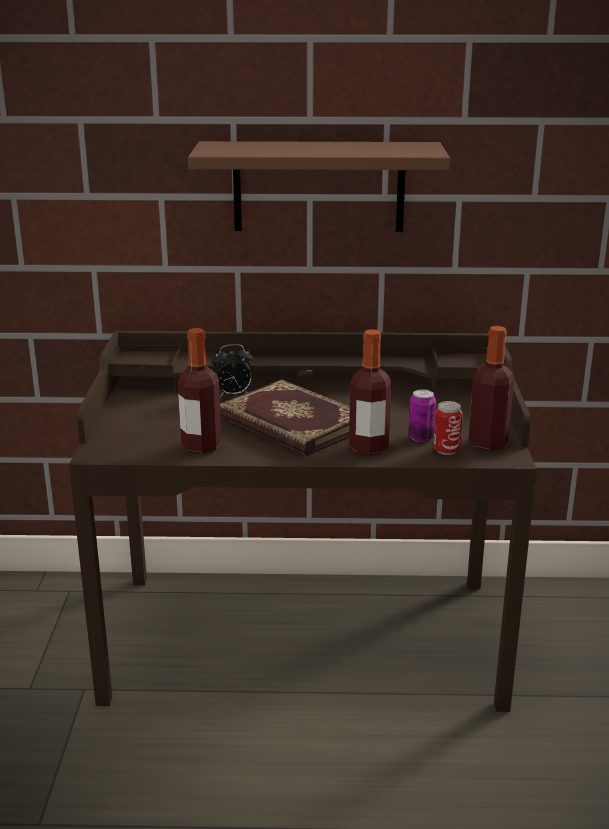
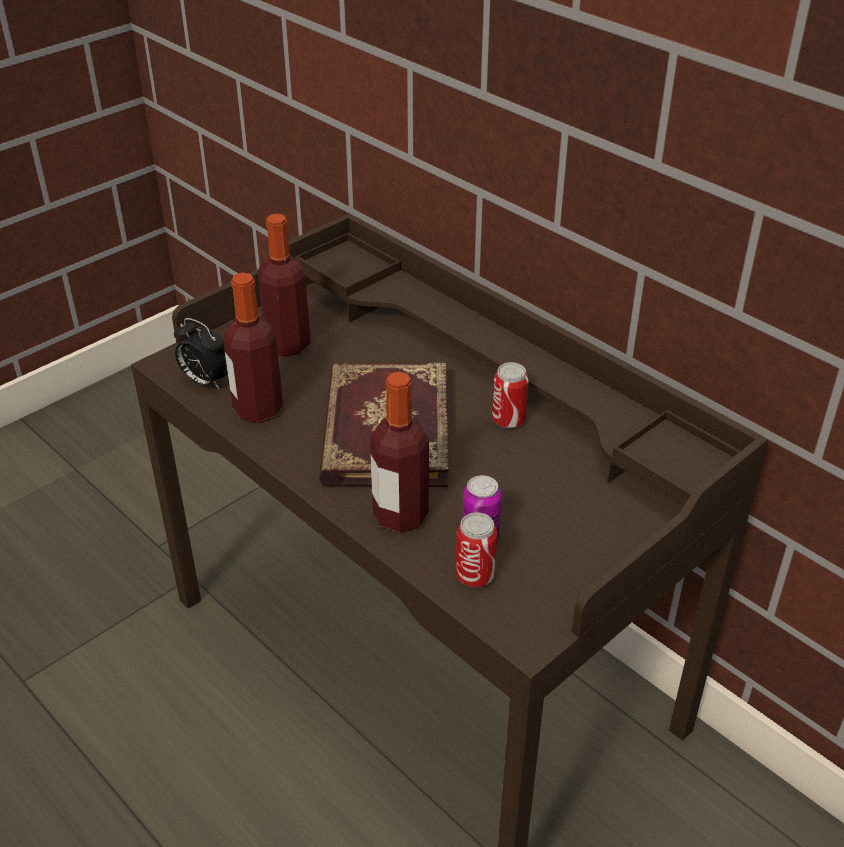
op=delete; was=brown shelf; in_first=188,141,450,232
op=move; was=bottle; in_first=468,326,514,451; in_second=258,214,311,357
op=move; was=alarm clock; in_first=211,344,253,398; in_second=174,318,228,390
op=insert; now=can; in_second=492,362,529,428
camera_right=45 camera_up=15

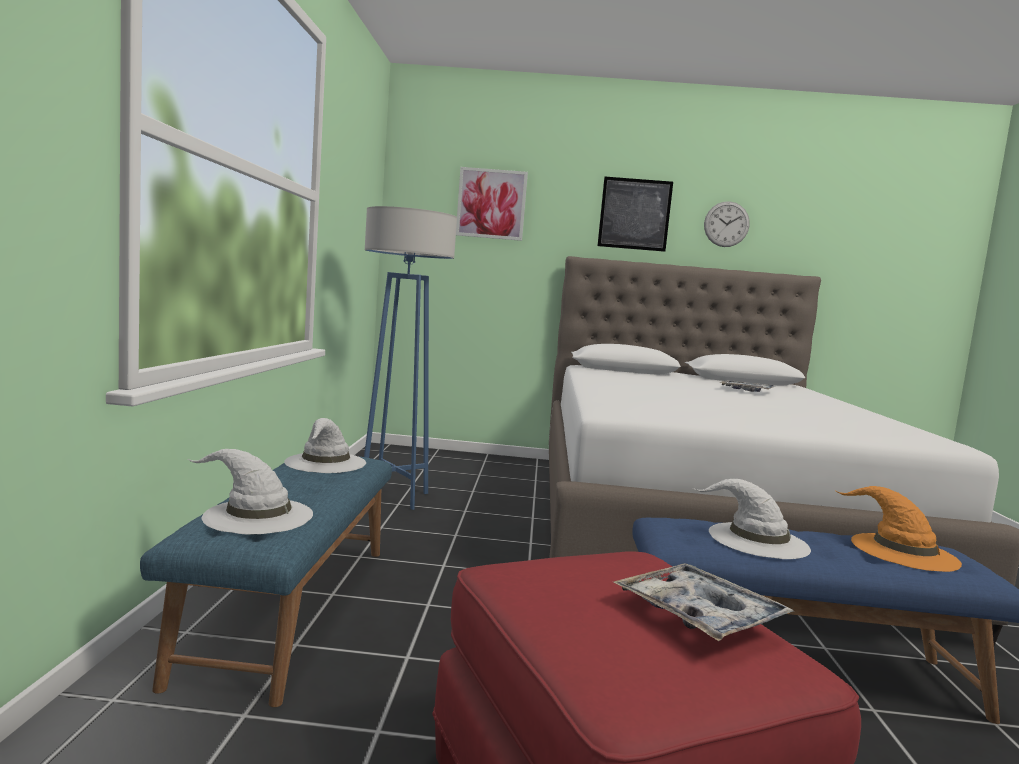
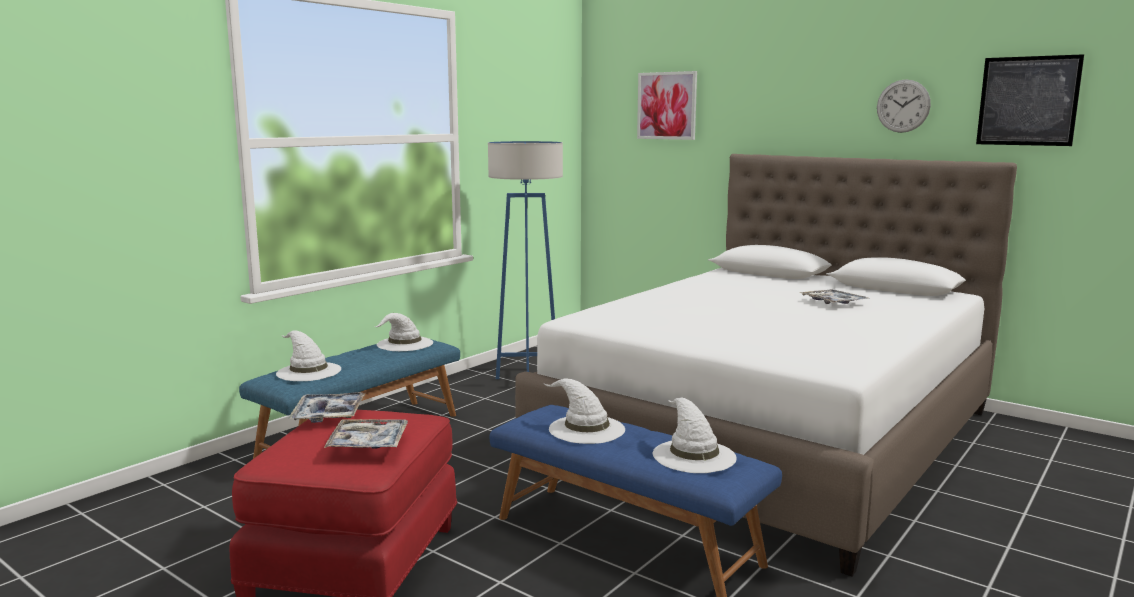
op=move; was=picture; in_first=598,177,673,252; in_second=976,54,1084,146
op=recolor; was=orange hat; now=white hat; in_first=836,486,962,572; in_second=653,397,737,473
op=insert; now=tray; in_second=289,392,365,423
camera_right=35 camera_up=5

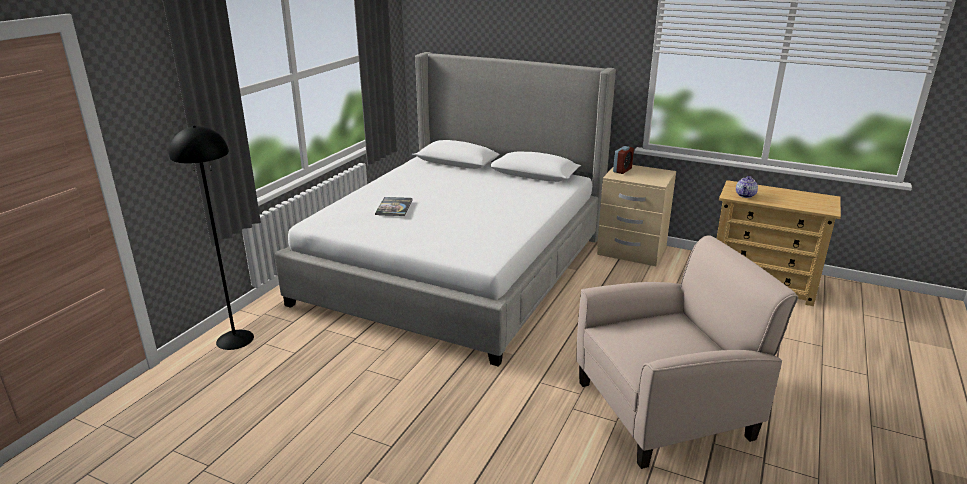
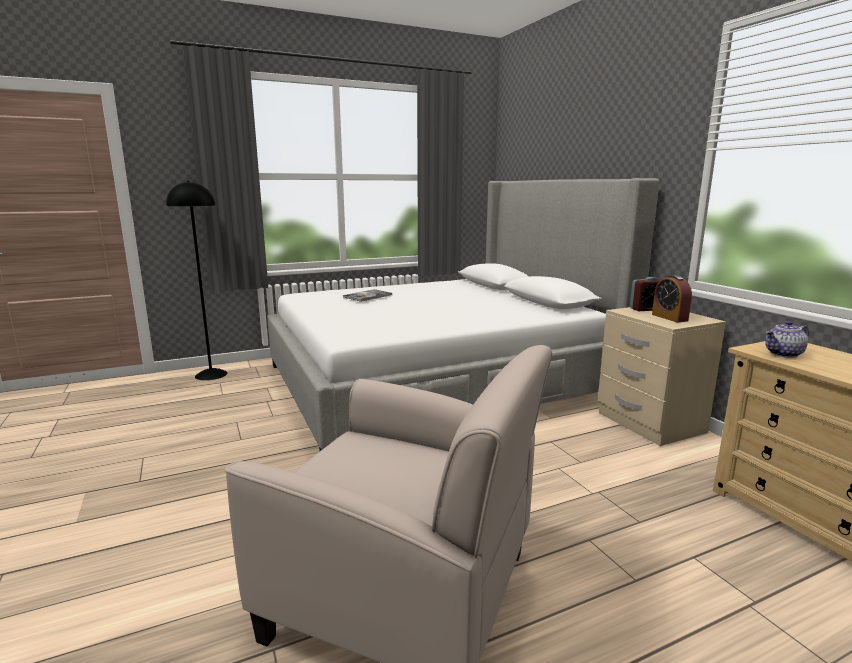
op=insert; now=alarm clock; in_second=652,275,692,322
camera_right=40 camera_up=-10

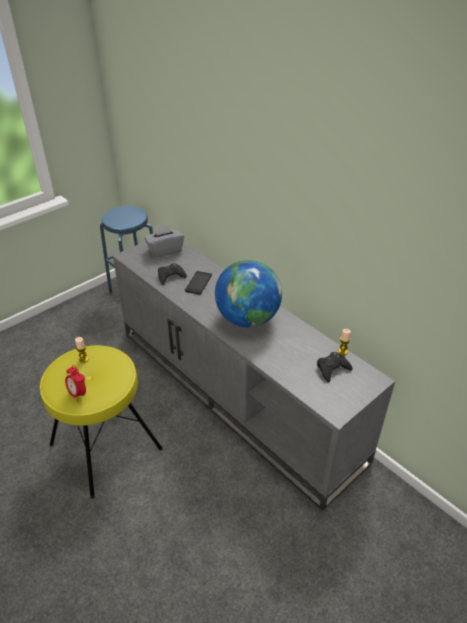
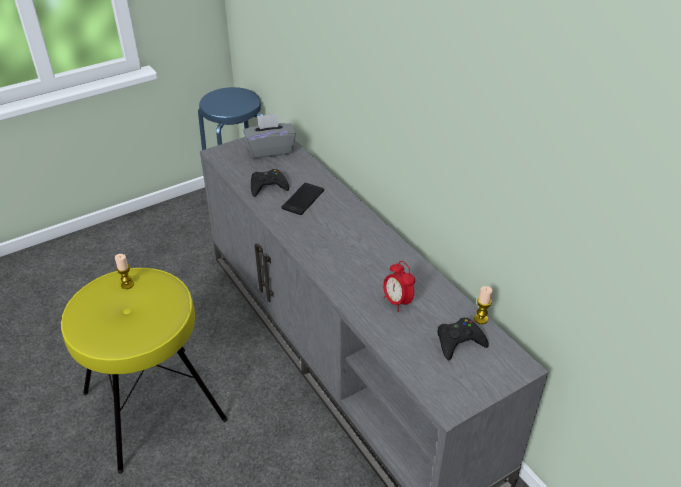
op=delete; was=globe; in_first=215,260,282,327
op=move; was=alarm clock; in_first=65,365,86,402; in_second=383,261,415,312
camera_right=10 camera_up=0

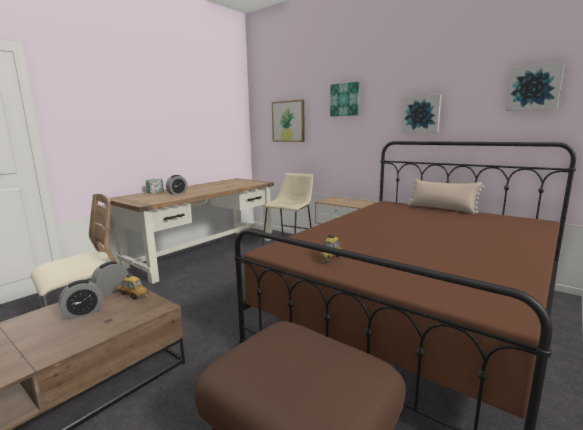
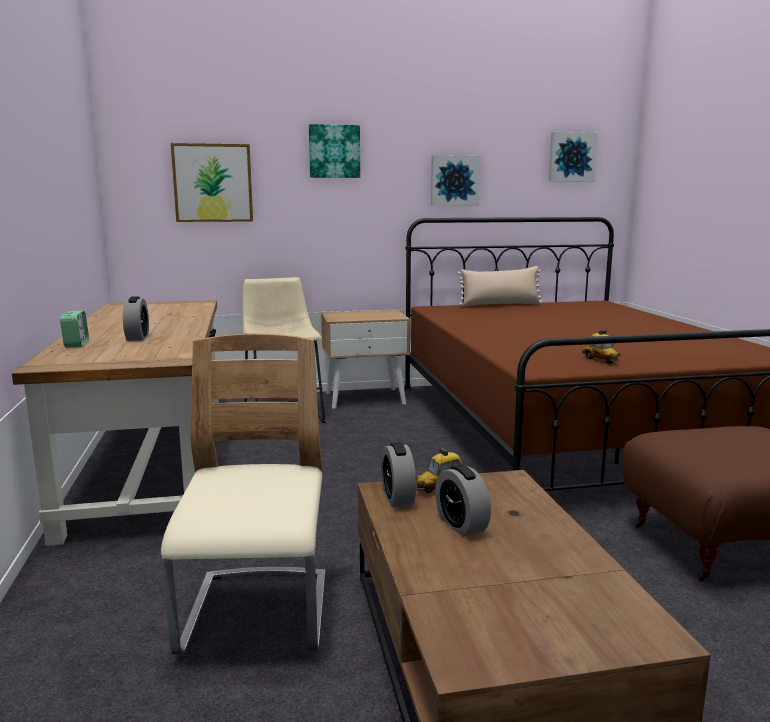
op=rotate; was=alarm clock; in_first=59,280,103,319; in_second=435,464,491,537; clockwise=150
camera_right=-50 camera_up=0

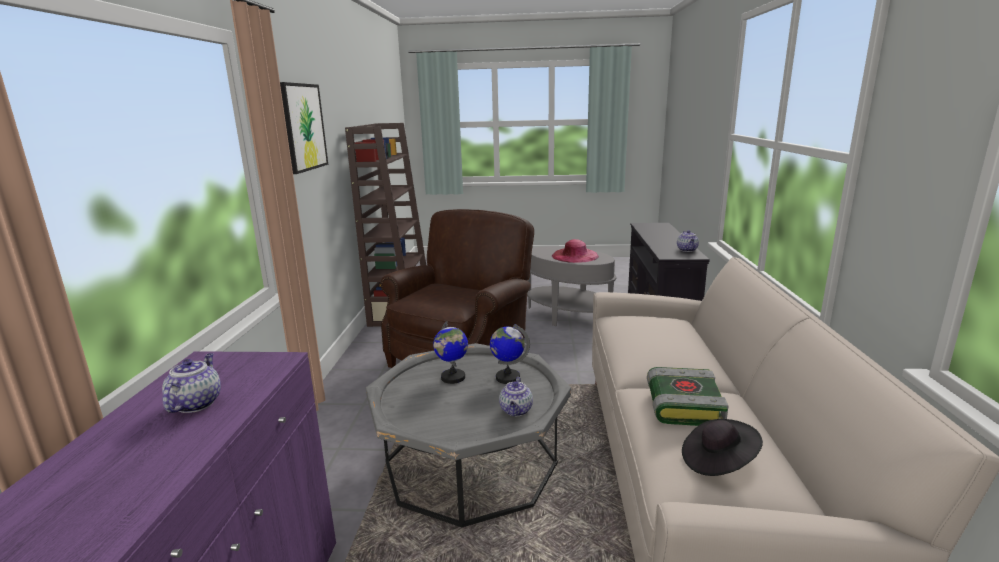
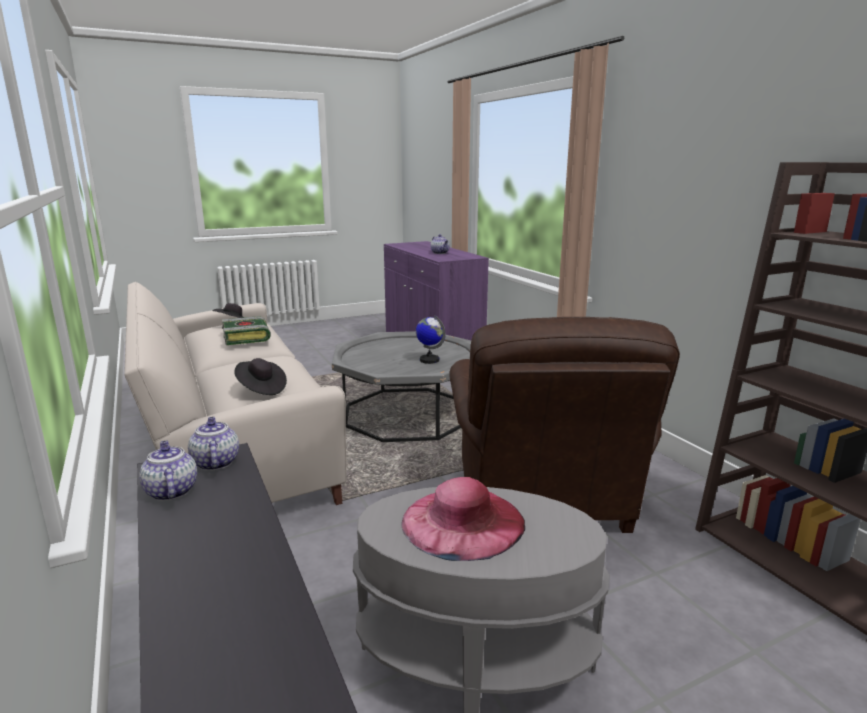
op=delete; was=picture; in_first=280,82,328,174
op=delete; was=globe; in_first=490,324,530,384
op=move; was=teapot; in_first=499,377,533,416; in_second=188,417,239,471
op=insert; now=black hat; in_second=234,358,287,395
camera_right=150 camera_up=0

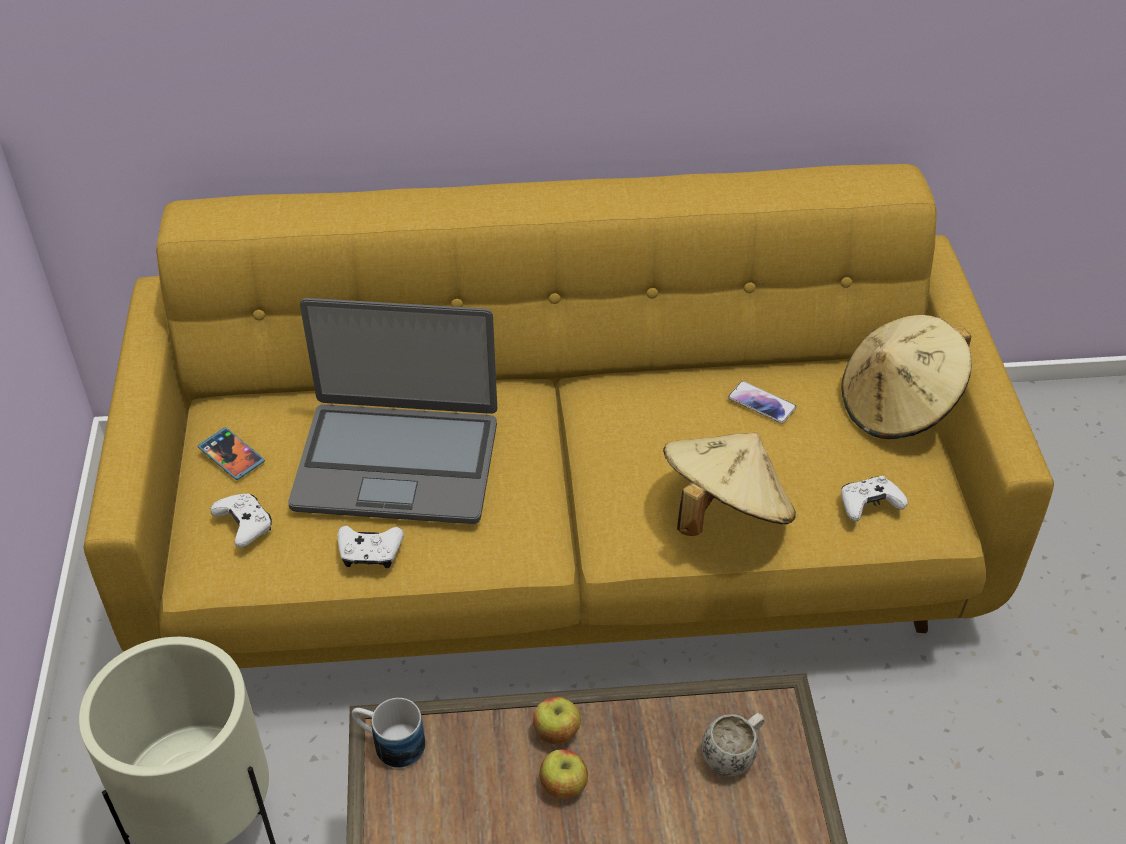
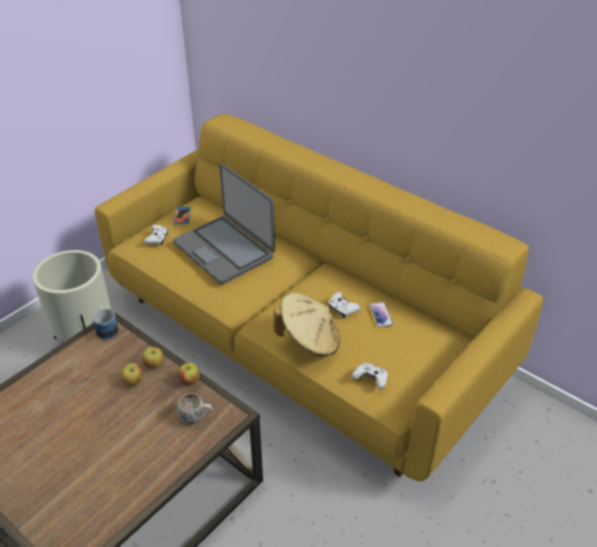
op=delete; was=beige hat; in_first=841,315,972,439
op=move; was=white game controller; in_first=338,525,404,568; in_second=328,292,360,318
op=insert; now=apple; in_second=178,363,200,385
camera_right=45 camera_up=-5

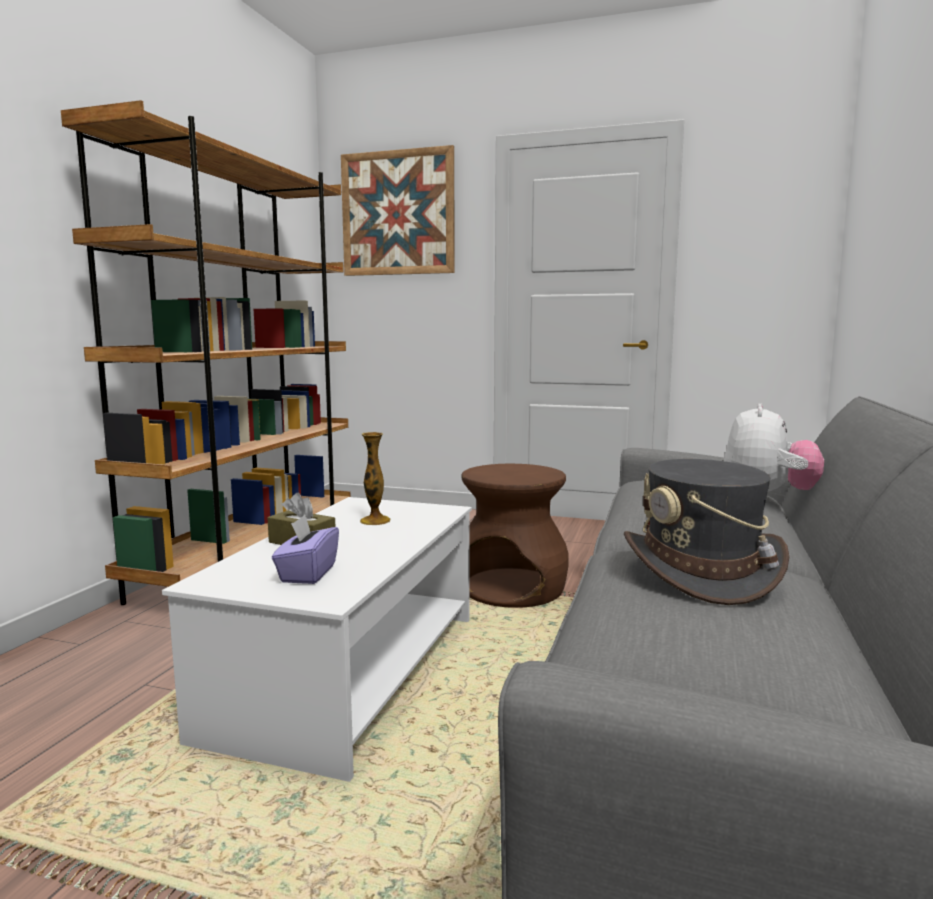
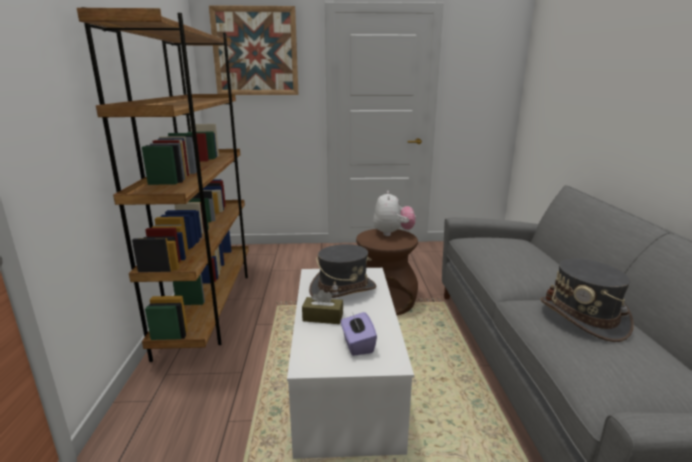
op=move; was=plush toy; in_first=724,403,824,492; in_second=373,191,415,236
op=replace; was=vase; now=grey hat; in_first=360,432,390,525; in_second=309,244,377,298
camera_right=-20 camera_up=10

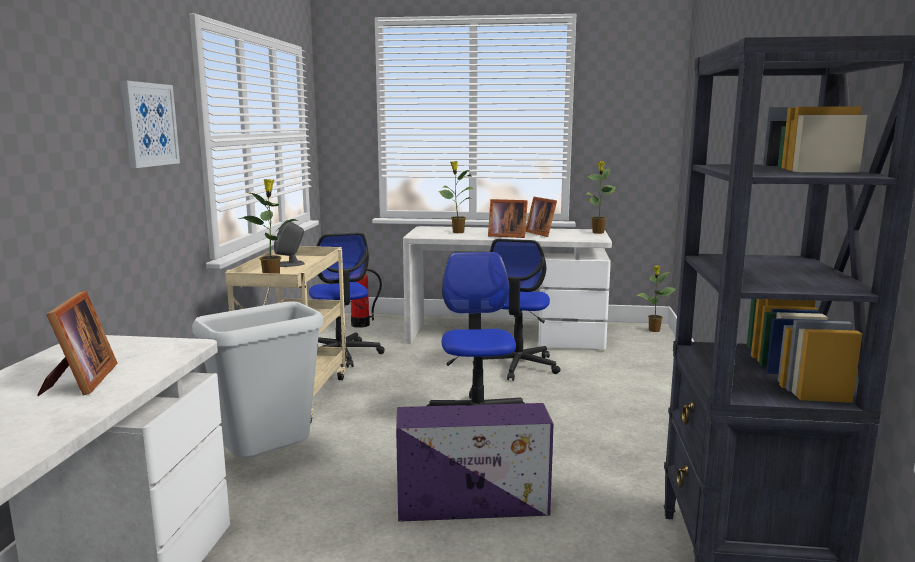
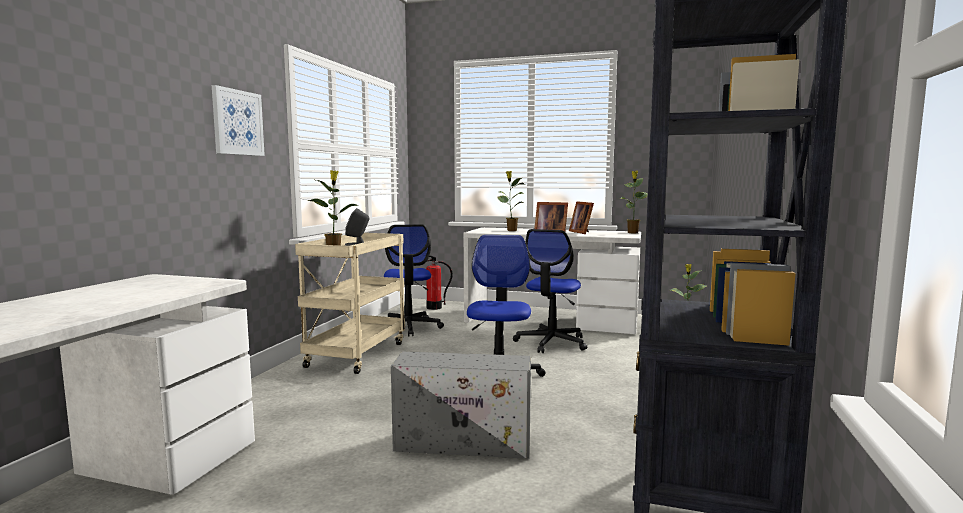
op=delete; was=picture frame; in_first=37,290,118,396
op=delete; was=grey trash can; in_first=192,301,324,458
op=recolor; was=purple storage box; now=grey storage box; in_first=396,403,553,522; in_second=391,352,531,459
camera_right=10 camera_up=-5

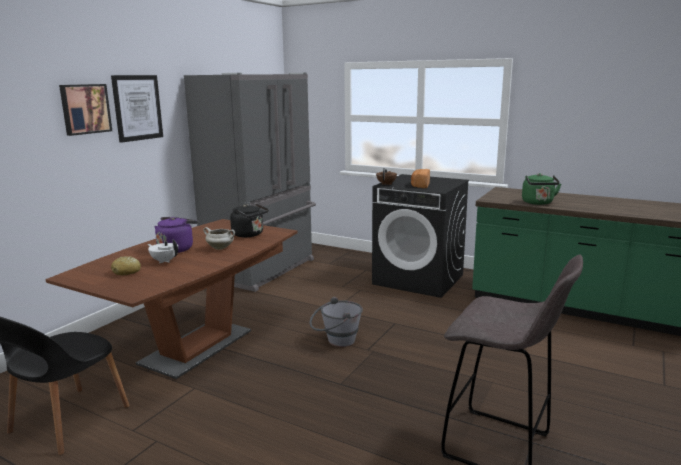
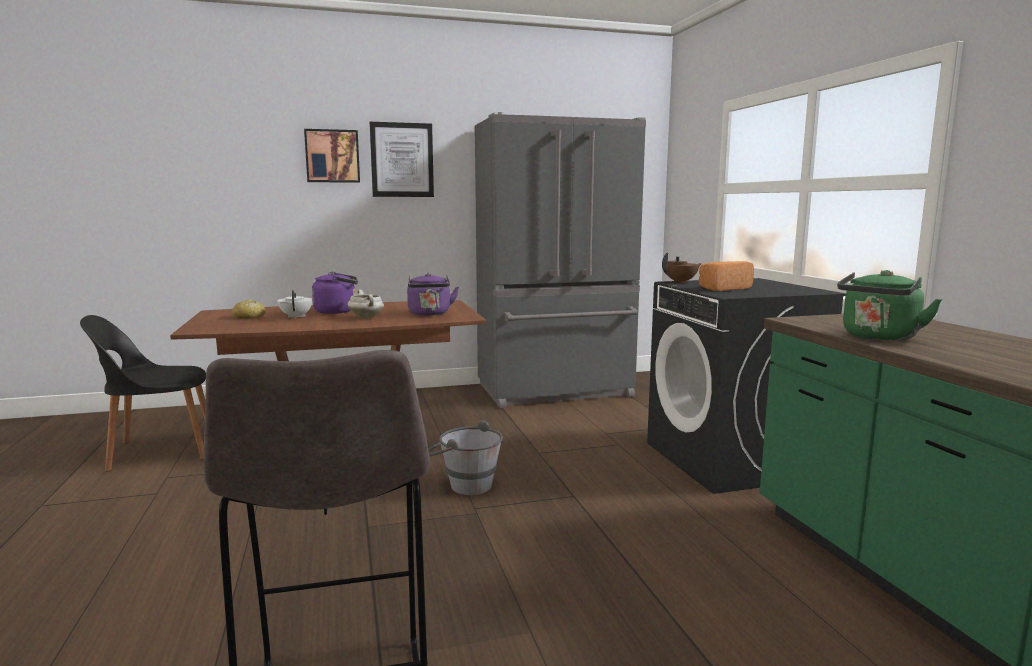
op=recolor; was=black kettle; now=purple kettle; in_first=230,204,269,237; in_second=407,273,459,316
camera_right=45 camera_up=-5

